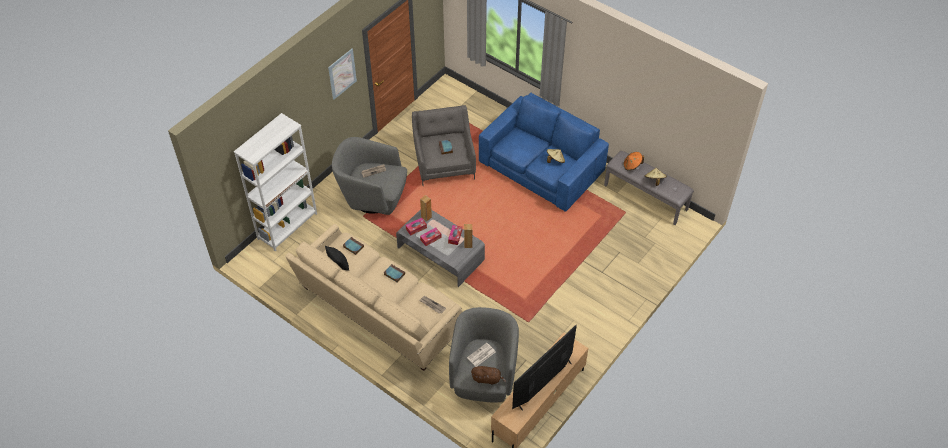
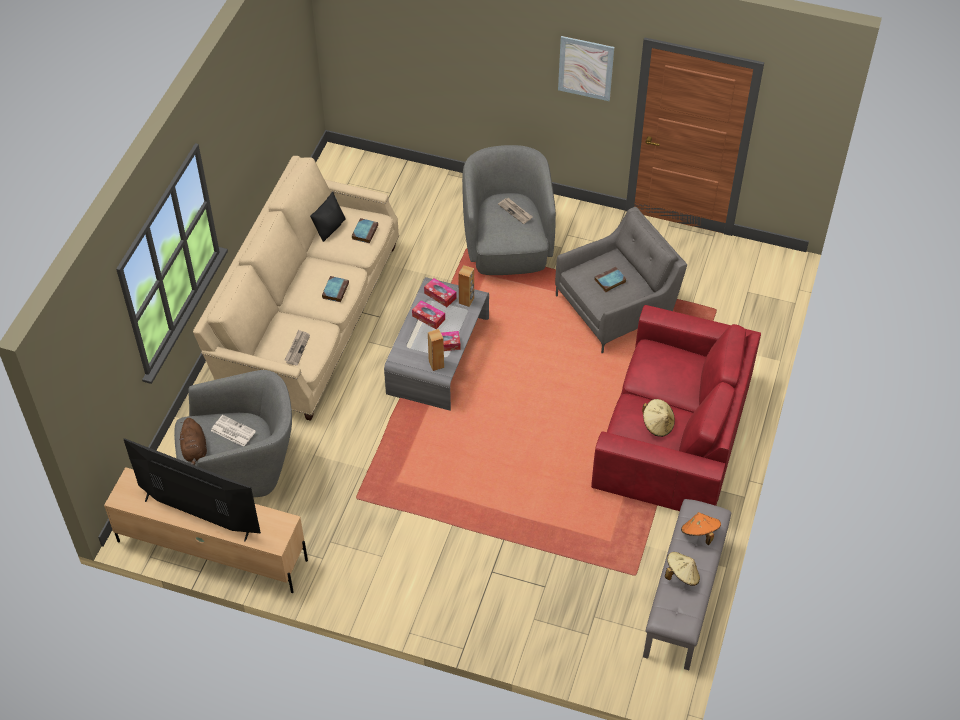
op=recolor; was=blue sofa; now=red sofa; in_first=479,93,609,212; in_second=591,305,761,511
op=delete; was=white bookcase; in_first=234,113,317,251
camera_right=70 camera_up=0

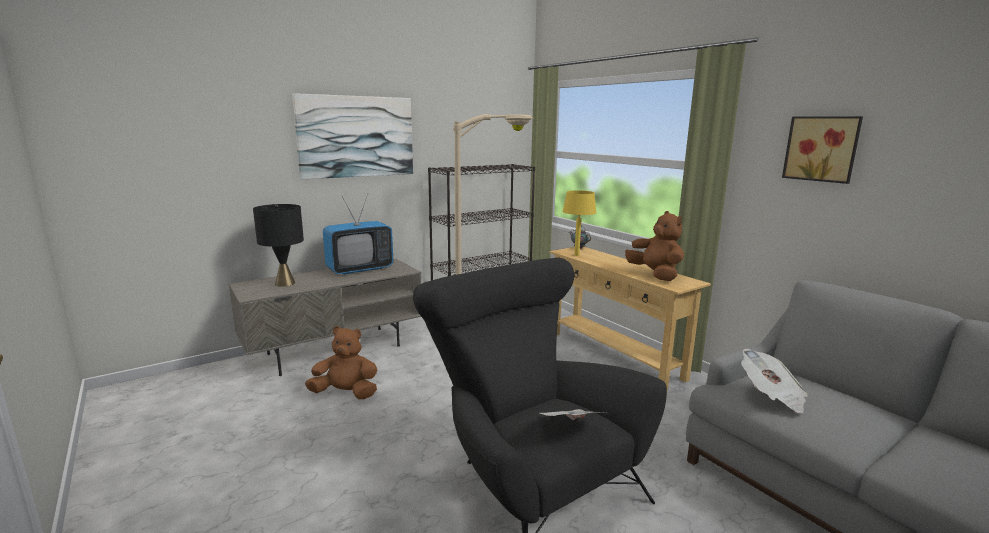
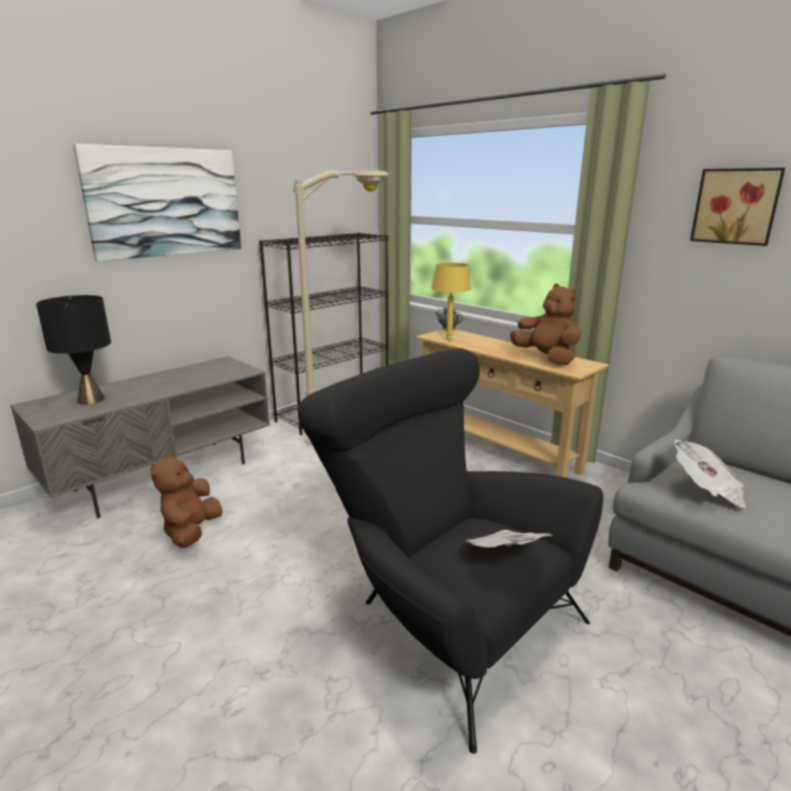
op=delete; was=television; in_first=323,193,393,275
op=rotate; was=brown plush toy; in_first=305,326,377,399; in_second=150,453,223,548; clockwise=-75
camera_right=-10 camera_up=5

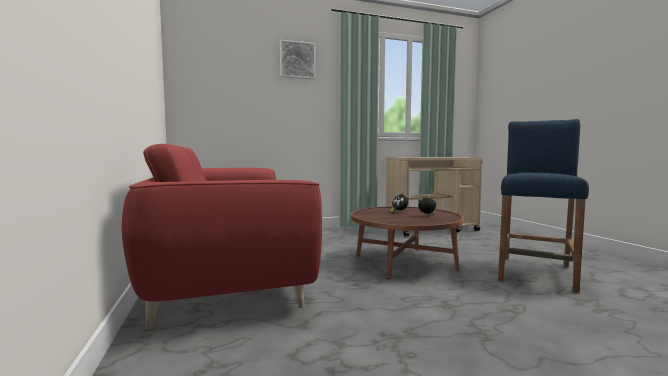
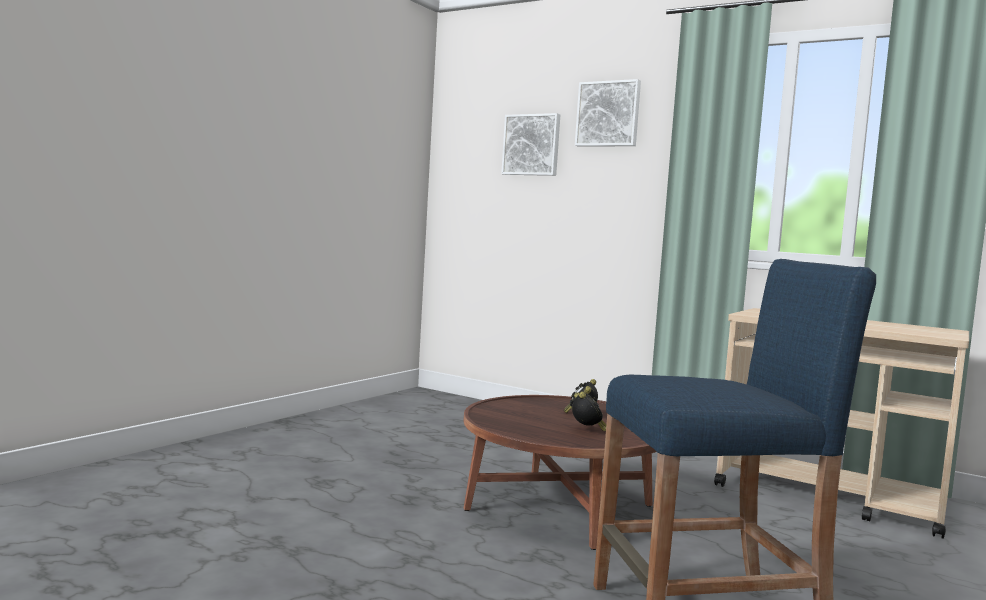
op=delete; was=red sofa; in_first=122,144,322,329
op=insert; now=picture; in_second=501,113,560,176
camera_right=50 camera_up=0

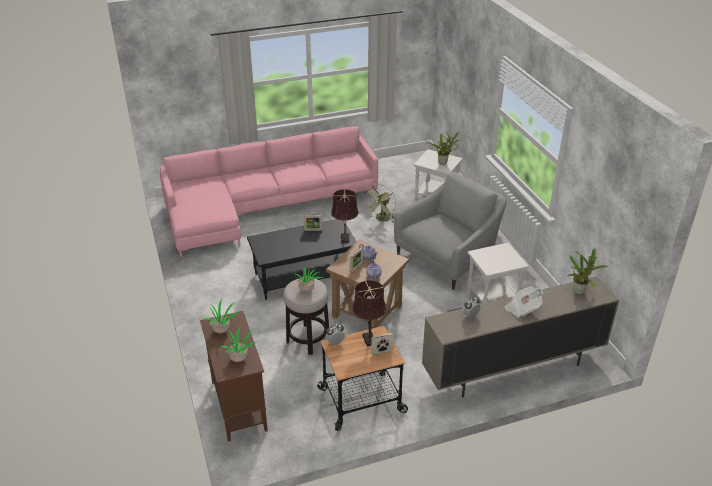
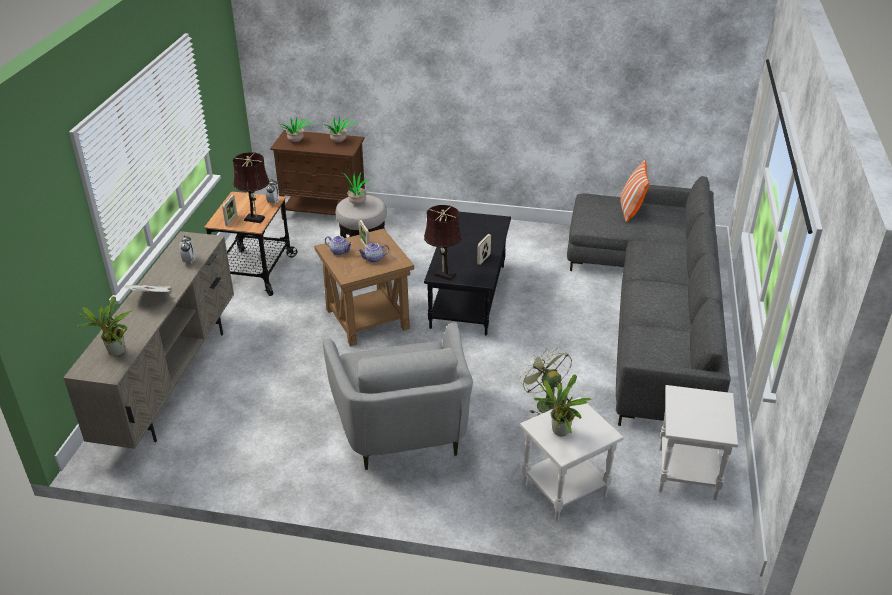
op=recolor; was=pink sofa; now=grey sofa; in_first=160,126,378,257; in_second=567,176,731,426
op=move; was=white side table; in_first=467,243,529,304; in_second=659,385,738,500
op=insert; now=pillow; in_second=621,159,649,222
camera_right=120 camera_up=0

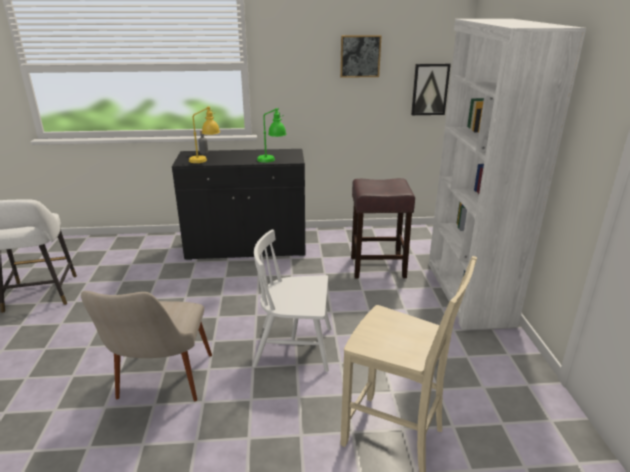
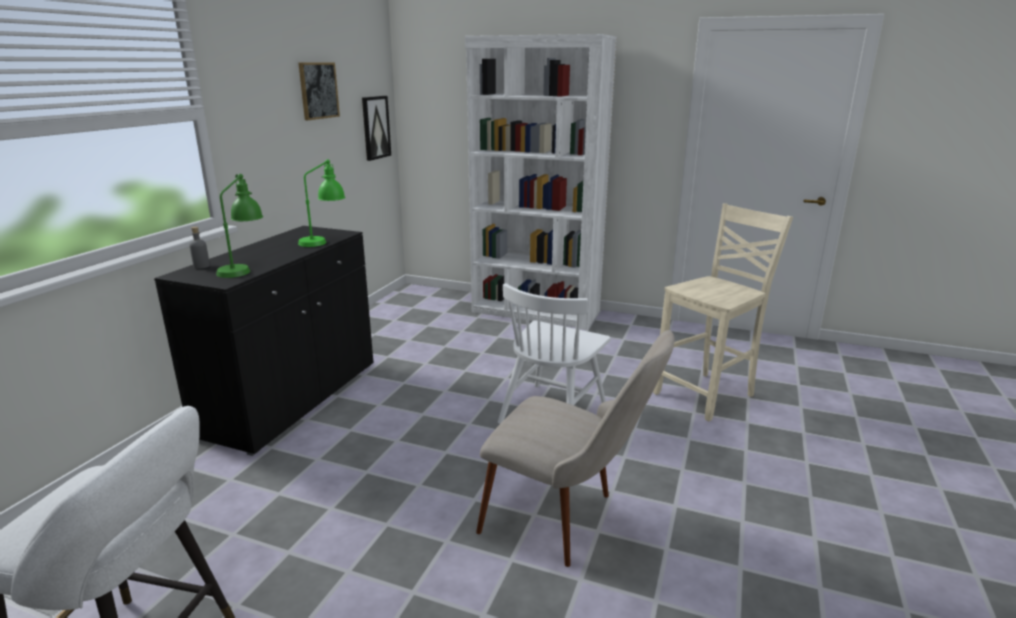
op=recolor; was=yellow table lamp; now=green table lamp; in_first=189,106,220,163; in_second=216,174,263,278
op=delete; was=brown stool; in_first=351,178,415,278
camera_right=-65 camera_up=-5

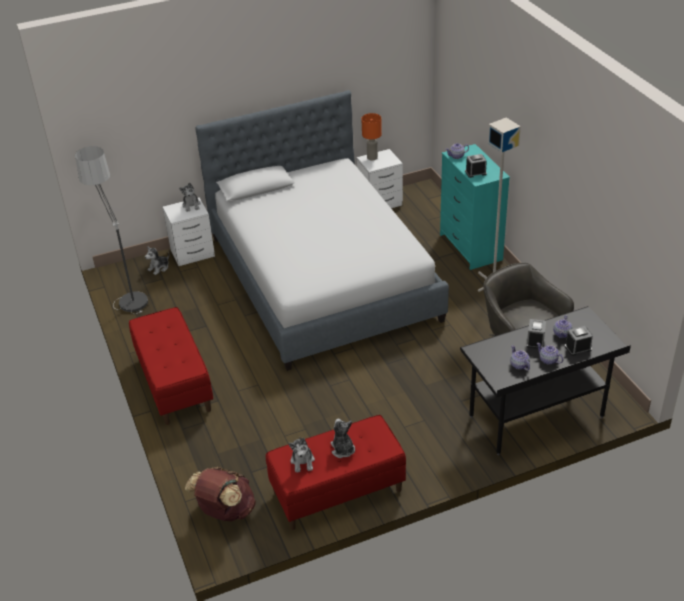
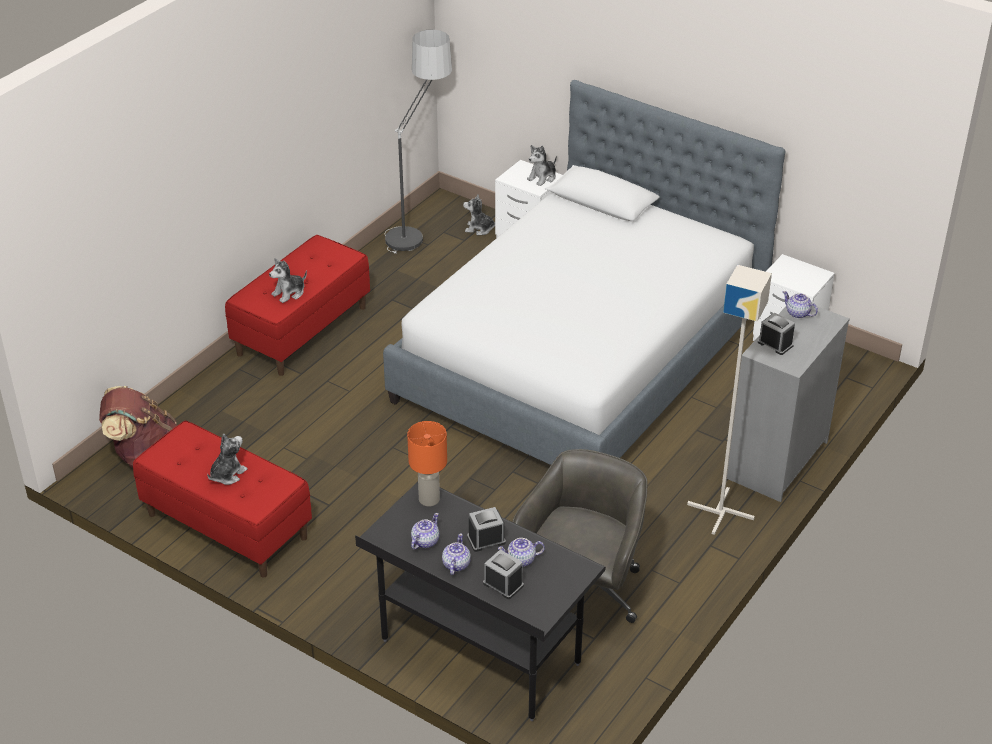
op=move; was=orange table lamp; in_first=361,113,382,160; in_second=407,421,447,507
op=recolor; was=turquoise dresser; now=grey dresser; in_first=440,144,510,270; in_second=727,305,850,502
op=move; was=plush toy; in_first=288,438,315,473; in_second=269,258,307,303
camera_right=55 camera_up=0

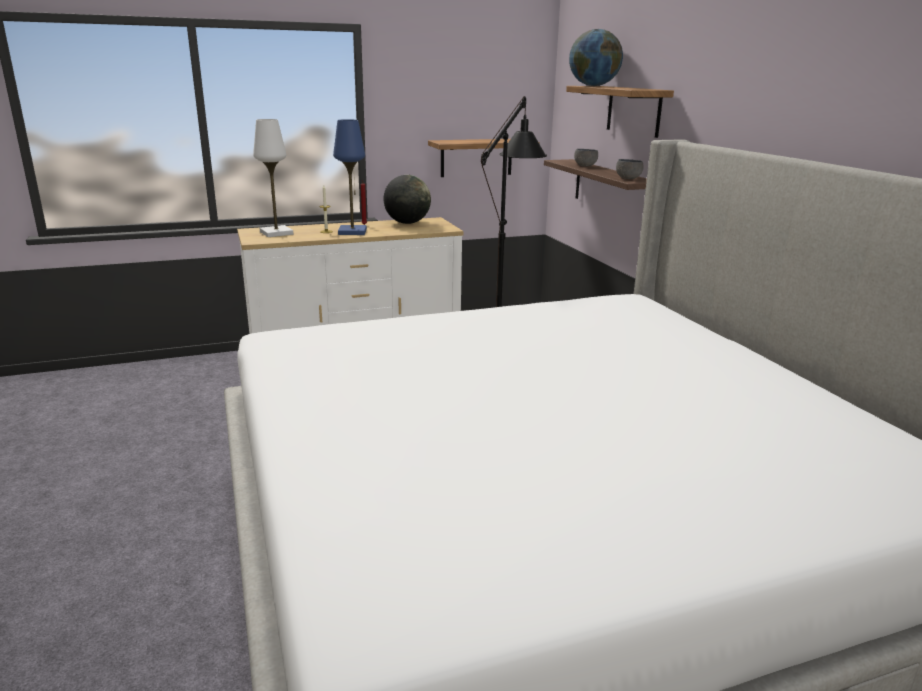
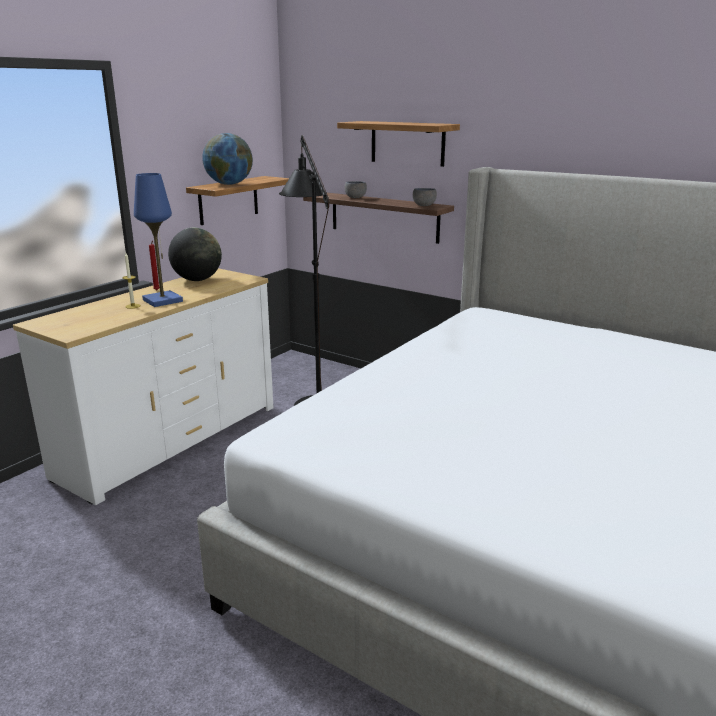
op=move; was=globe; in_first=569,29,623,86; in_second=202,133,253,185
op=delete; was=white table lamp; in_first=253,119,293,237
camera_right=-35 camera_up=0

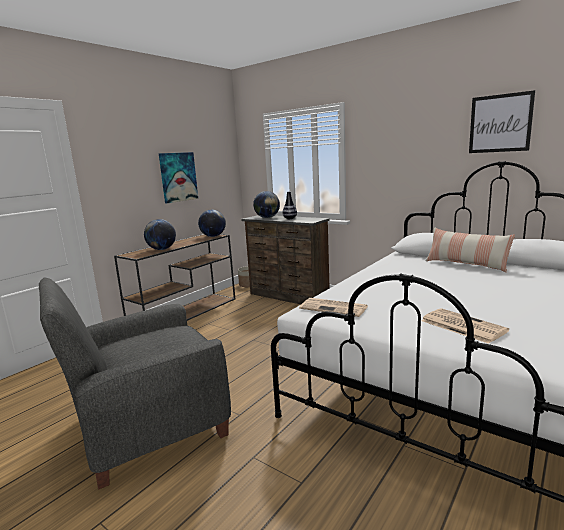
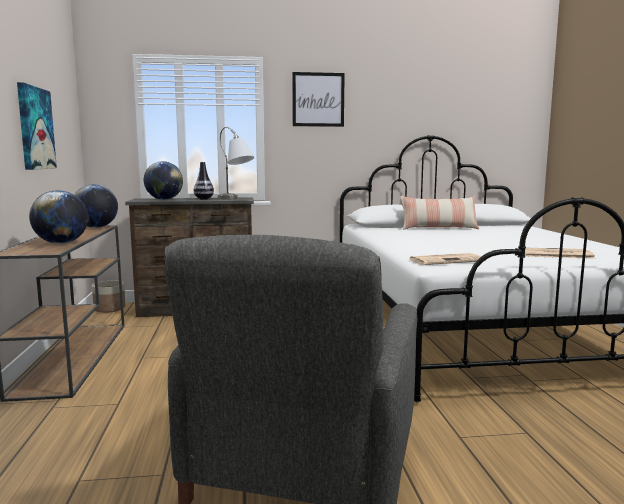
op=move; was=picture; in_first=469,90,535,153; in_second=292,72,345,127
op=insert; now=grey table lamp; in_second=218,126,254,199
camera_right=-45 camera_up=-5

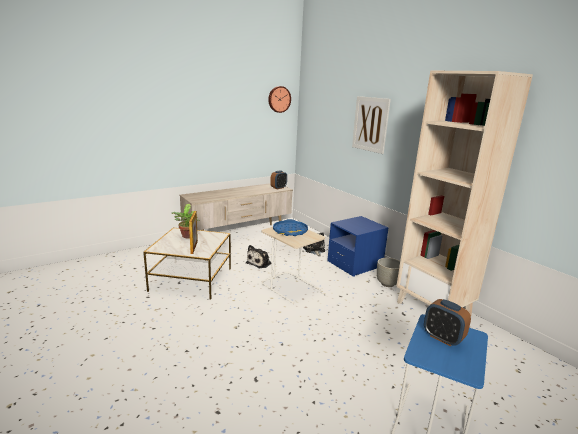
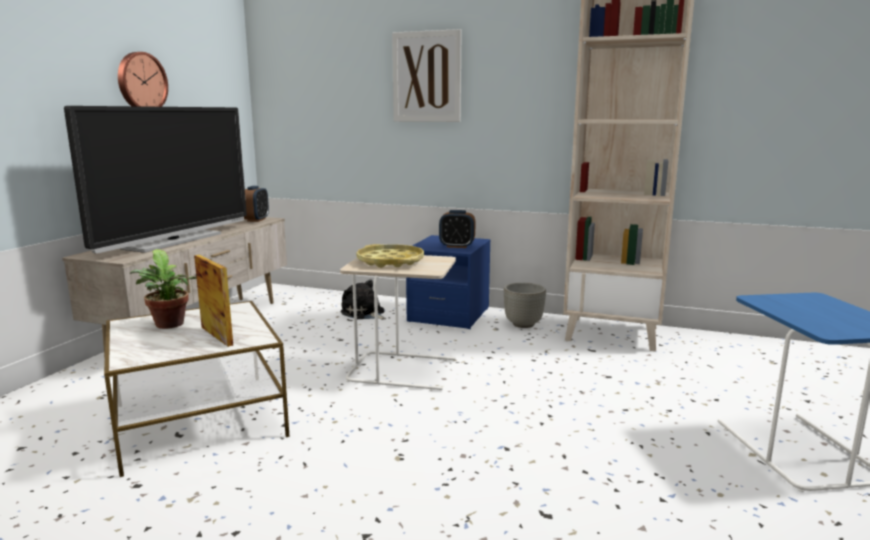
op=move; was=wall clock; in_first=268,86,291,113; in_second=118,52,168,107
op=recolor; was=blue tray; now=yellow tray; in_first=273,219,308,236; in_second=356,244,424,268
op=delete; was=plush toy; in_first=246,245,271,268
op=move; was=alarm clock; in_first=424,299,471,346; in_second=439,210,475,248
op=insert; now=television; in_second=64,106,247,254
camera_right=-35 camera_up=-5

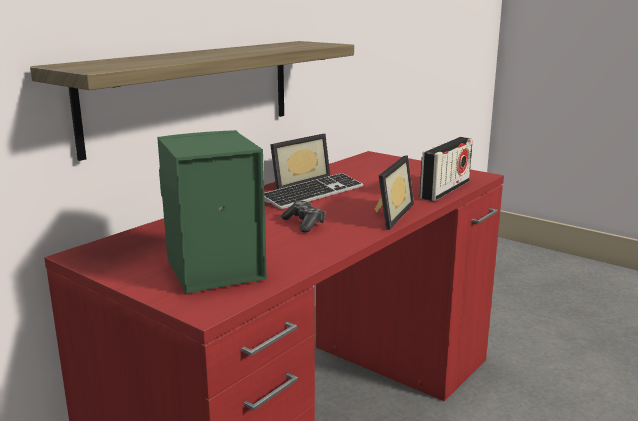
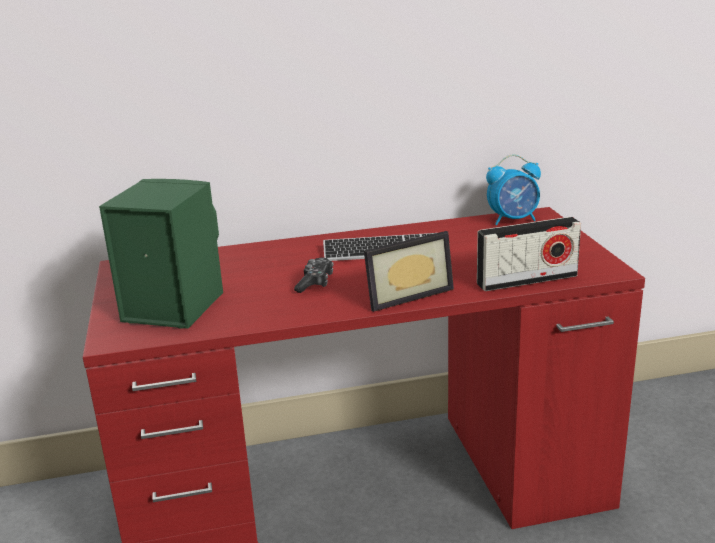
op=delete; was=shelf; in_first=30,41,354,161
op=delete; was=picture frame; in_first=270,134,330,190
op=insert; now=alarm clock; in_second=486,154,541,225
camera_right=40 camera_up=5

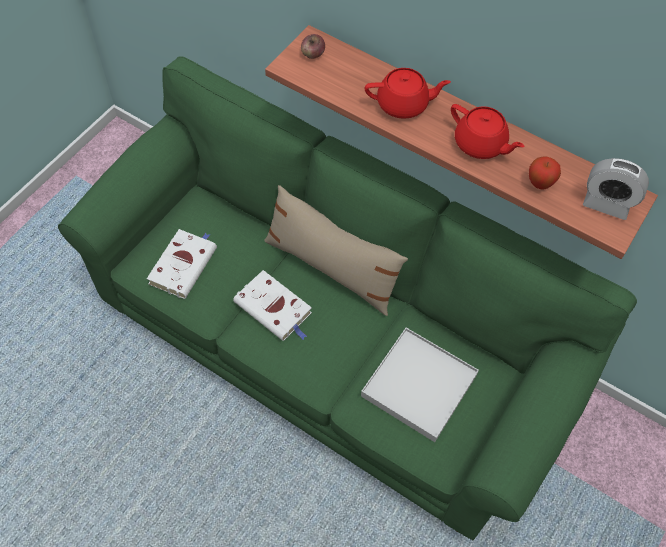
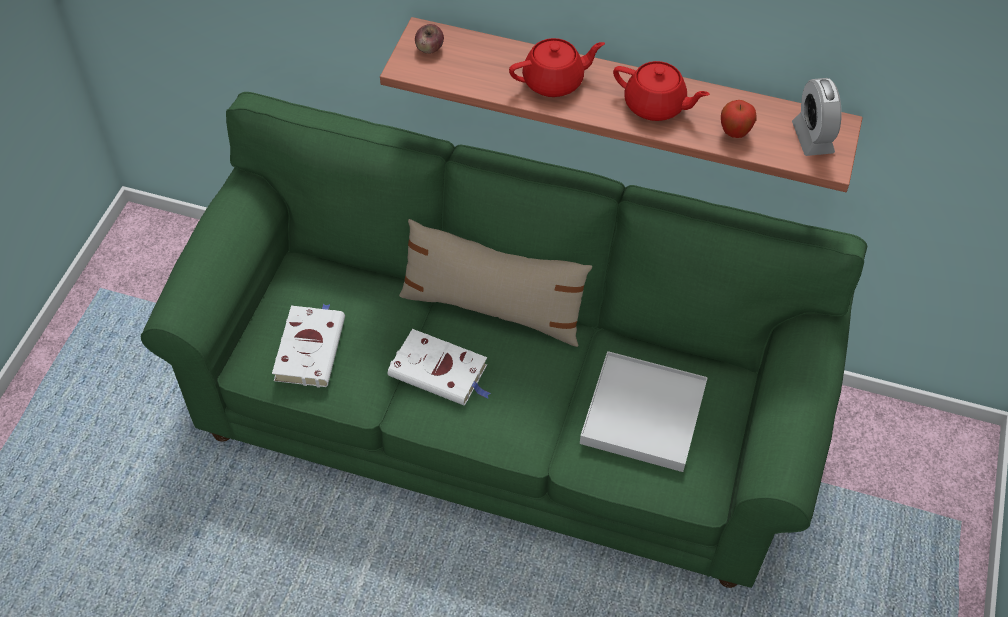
op=rotate; was=alarm clock; in_first=583,158,649,220; in_second=792,78,842,156; clockwise=75
camera_right=-15 camera_up=-5

